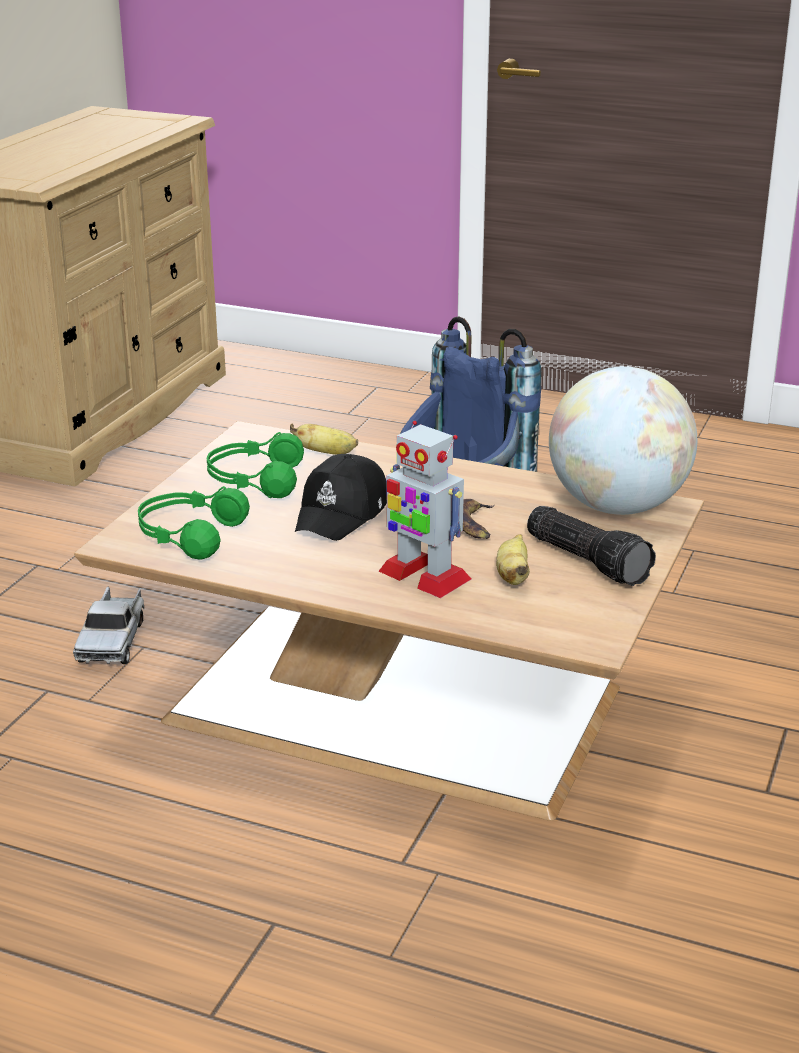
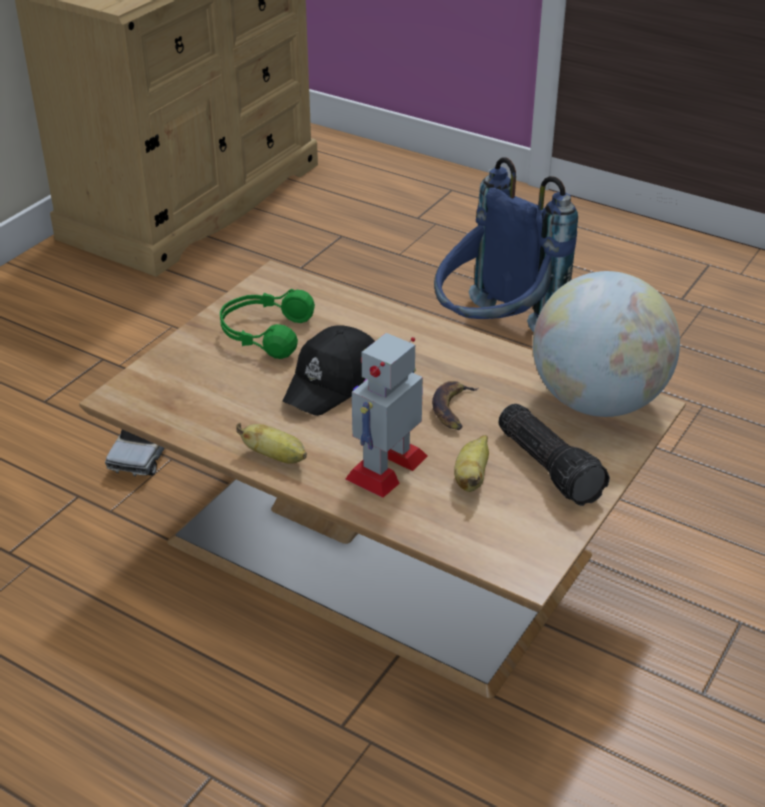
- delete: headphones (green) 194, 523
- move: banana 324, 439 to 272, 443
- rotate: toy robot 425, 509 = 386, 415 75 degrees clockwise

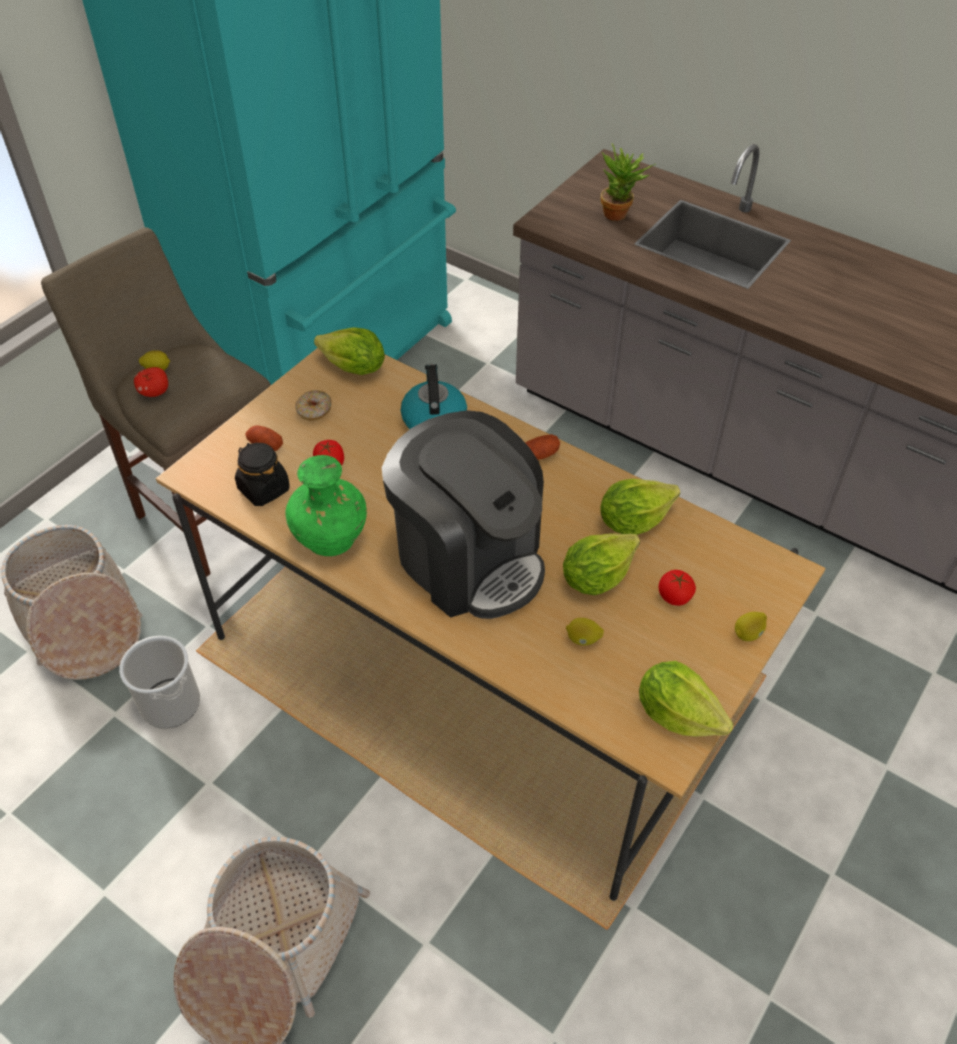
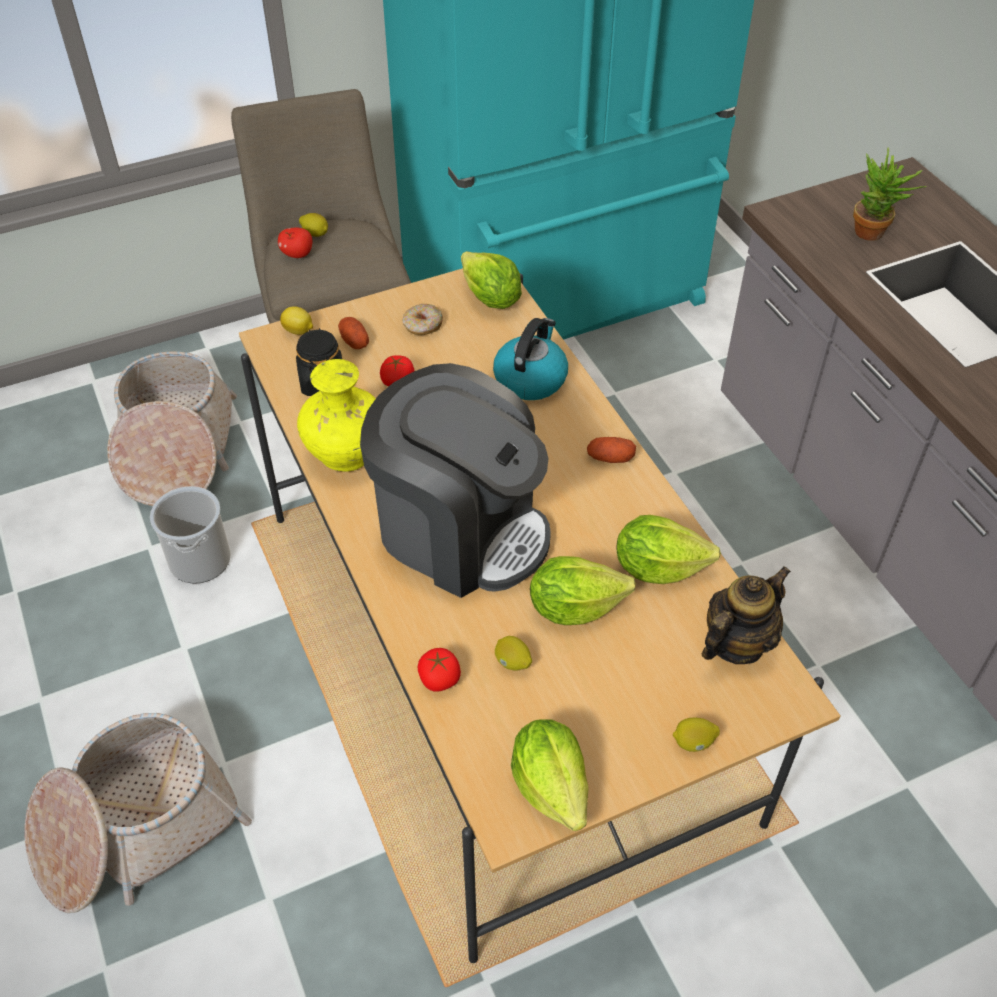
- recolor: vase (green) 326, 505 to vase (yellow) 336, 415
- rotate: coffee machine 463, 514 = 455, 480 45 degrees counterclockwise
- move: tomato 677, 588 to 439, 670
- insert: lemon 296, 320
- insert: teapot 746, 615

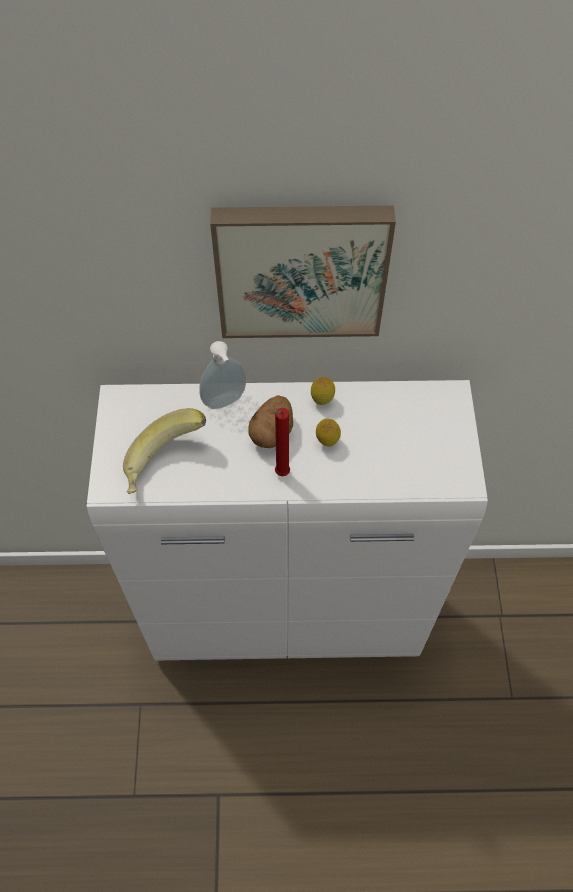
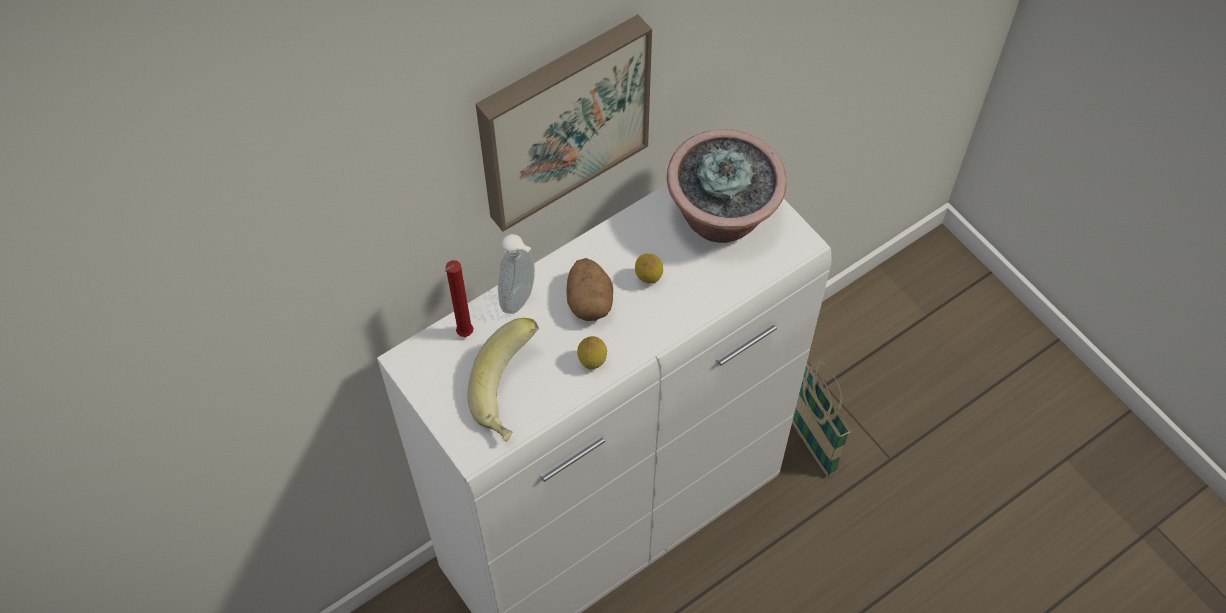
- move: candle (red) 280, 442 to 459, 298
- move: lemon 323, 391 to 592, 352
- insert: potted plant 727, 186
- insert: basket 821, 419

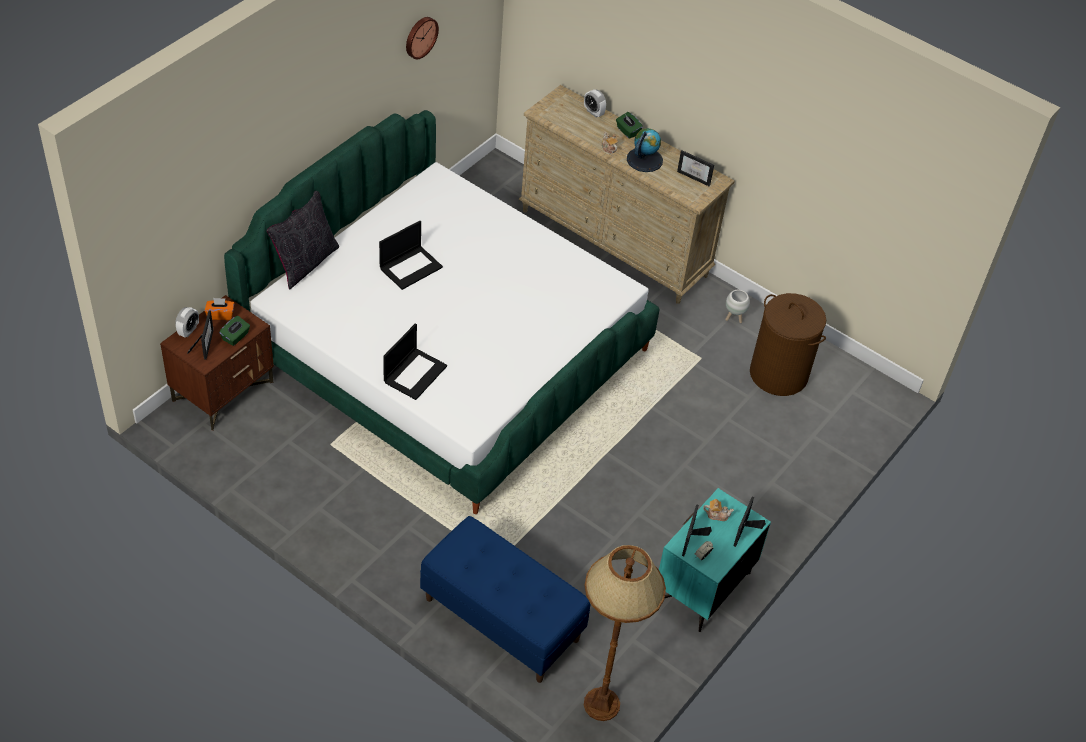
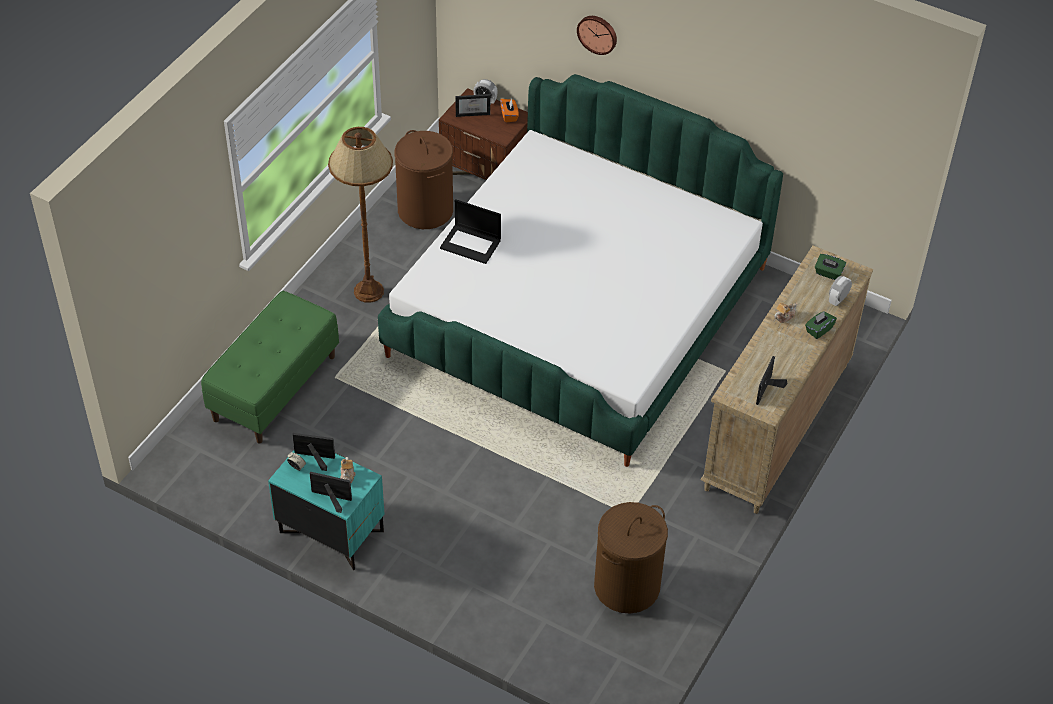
- move: tissue box (green) 234, 331 to 830, 267
- delete: pillow (black) 303, 240
- delete: laptop 411, 255
- move: wall clock 422, 38 to 597, 35
- recolor: bench (blue) 505, 599 to bench (green) 270, 367
- move: floor lamp (brown) 625, 633 to 360, 215
- delete: globe 645, 150
- delete: planter (white) 737, 306
- insert: laundry basket (brown) 424, 179

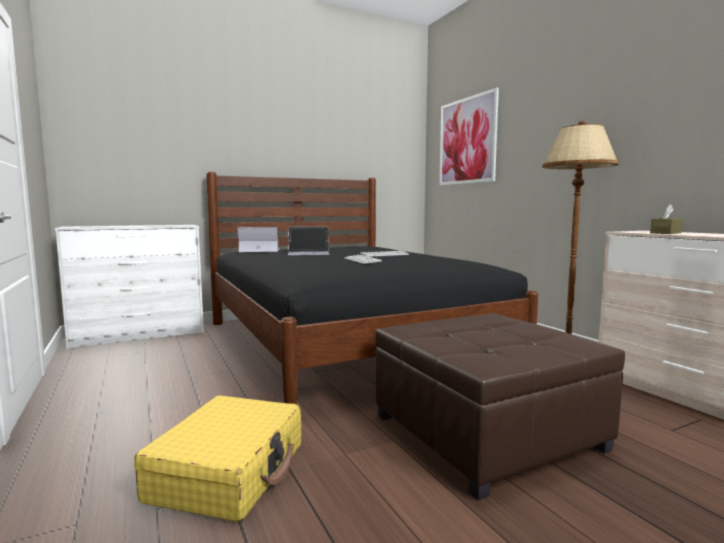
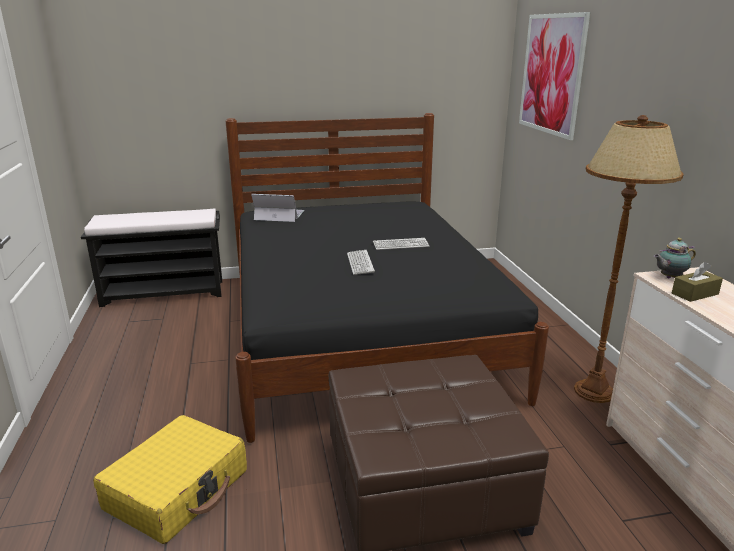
- replace: dresser (white) 129, 287 to bench (black) 151, 258
- delete: laptop 309, 241
- insert: teapot 675, 258

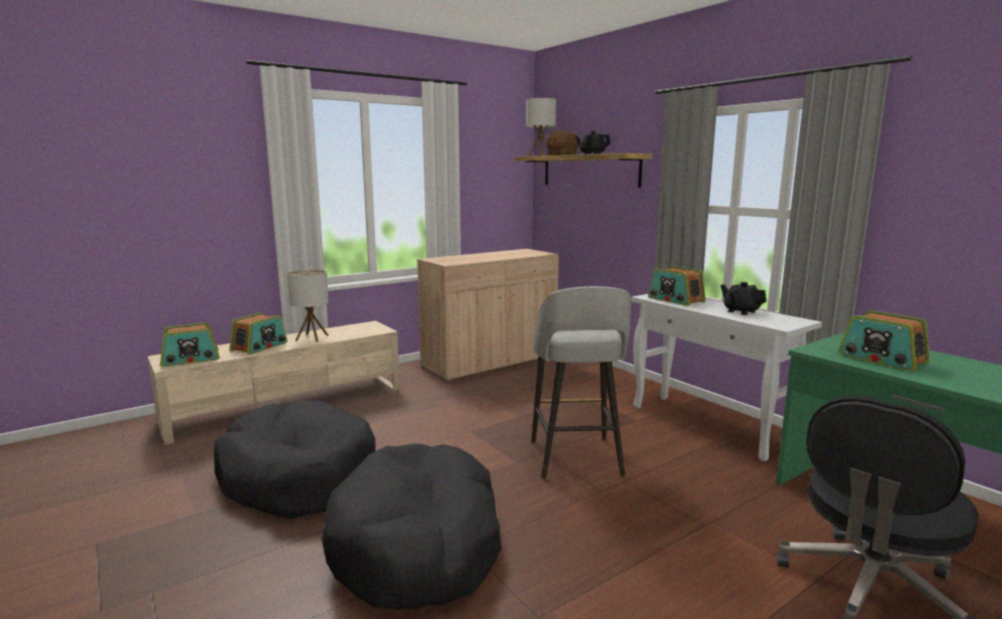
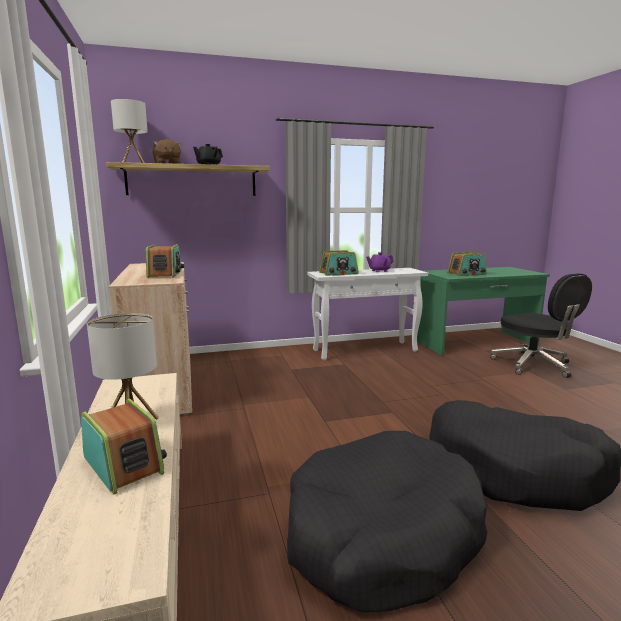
- move: radio 190, 345 to 165, 261
- delete: stool (grey) 581, 382
- recolor: teapot (black) 743, 298 to teapot (purple) 380, 262

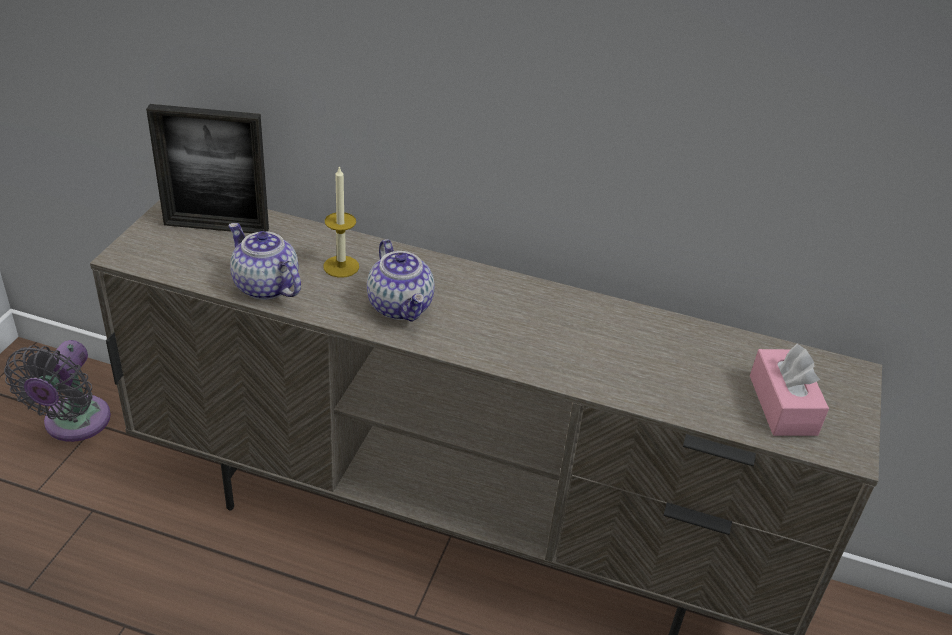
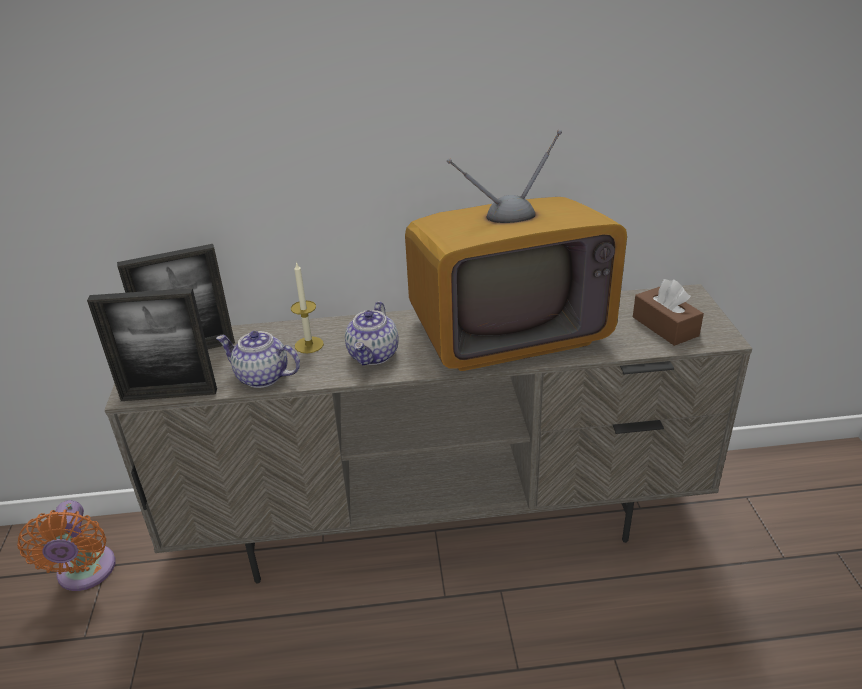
- recolor: fan (grey) 57, 391 to fan (orange) 66, 545
- rotate: teapot 401, 280 = 372, 333 60 degrees clockwise
- recolor: tissue box (pink) 789, 390 to tissue box (brown) 668, 312
- insert: picture frame 152, 344
- insert: television 516, 250

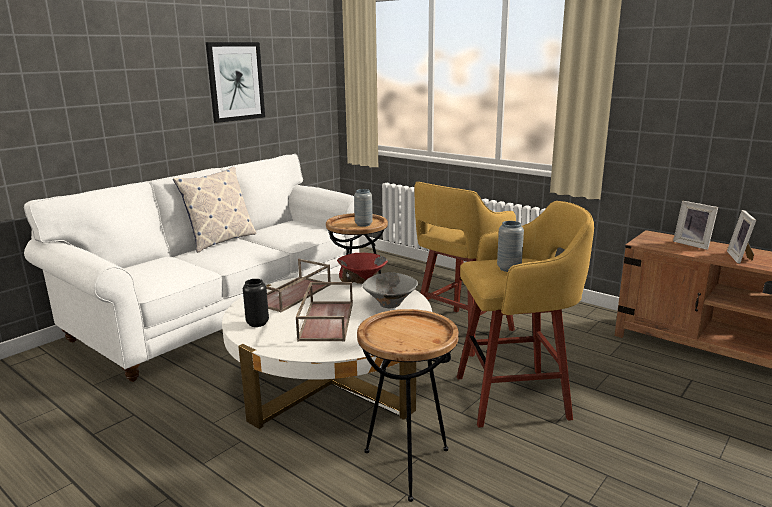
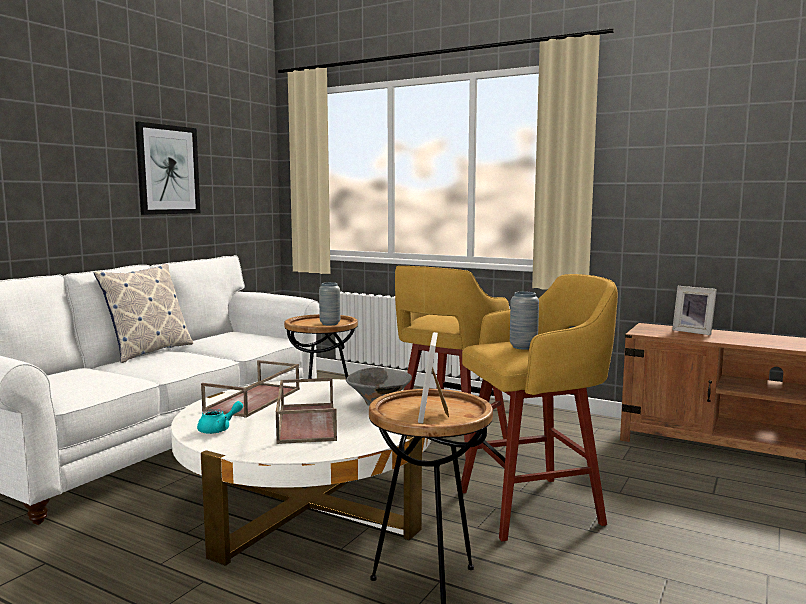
- replace: vase (black) 256, 303 to teapot (turquoise) 220, 417
- delete: bowl (red) 362, 268
- move: picture frame 741, 237 to 433, 378

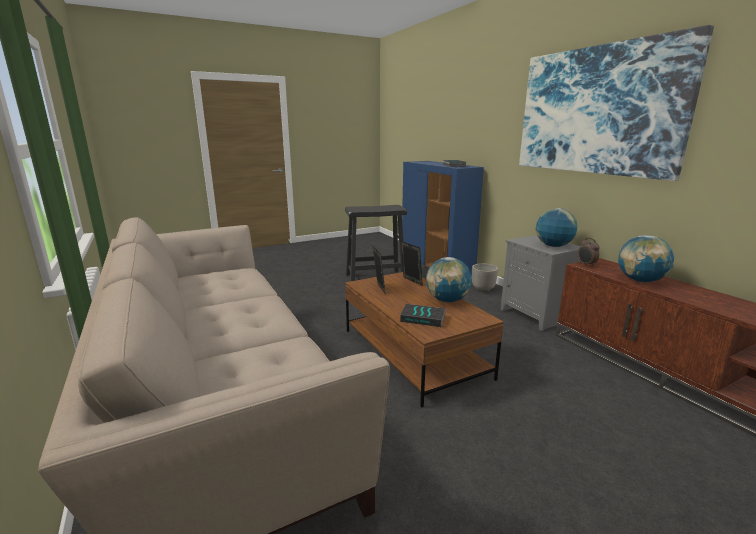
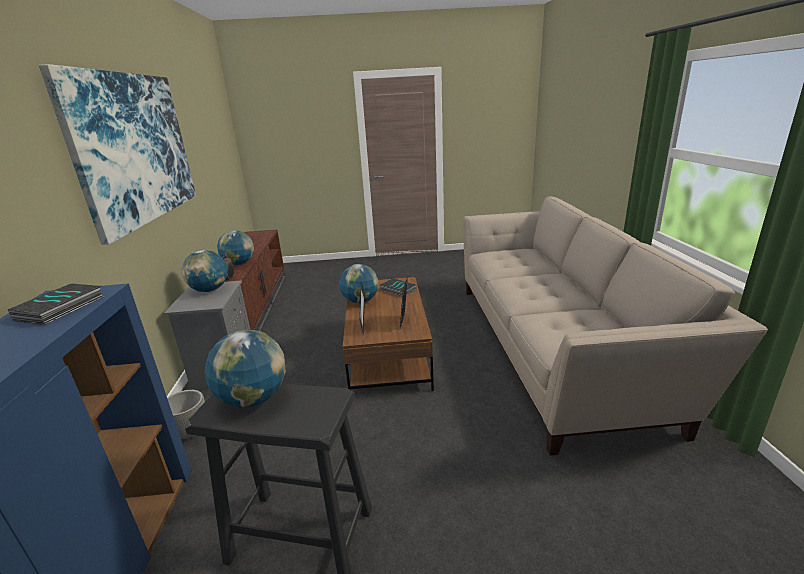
- insert: globe 245, 369

